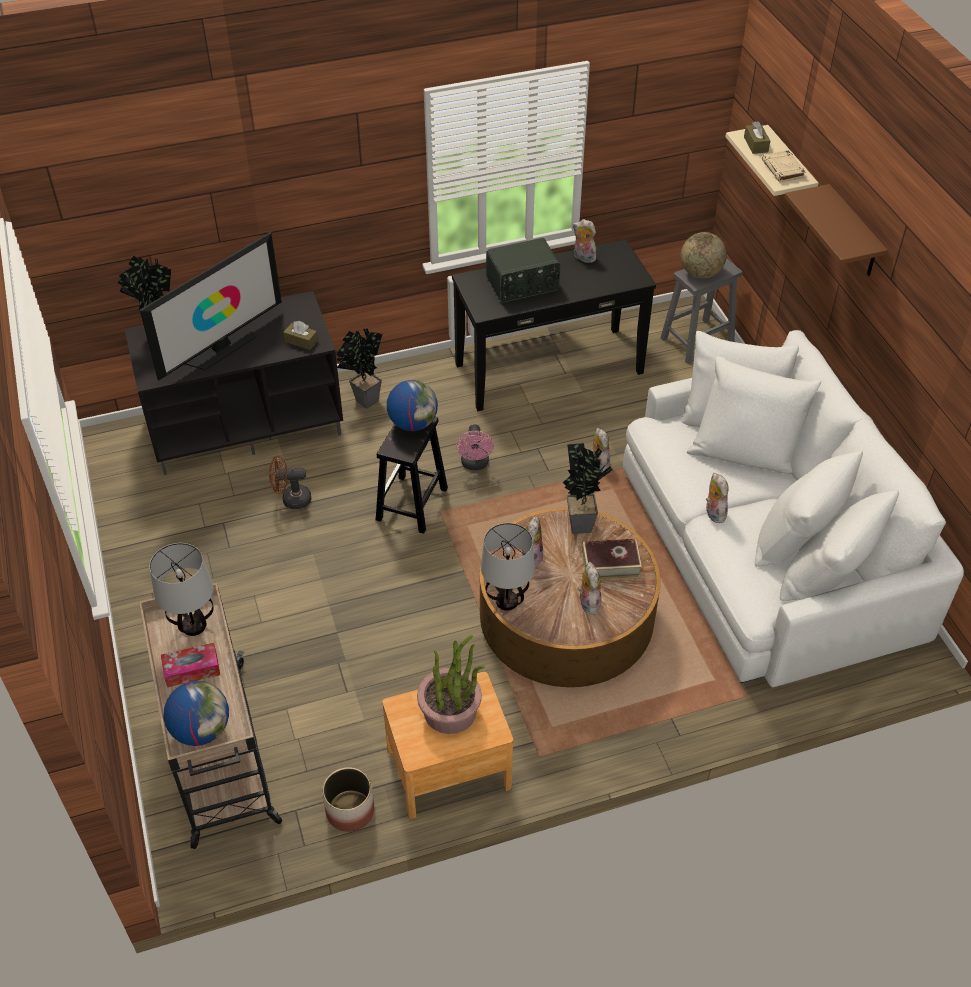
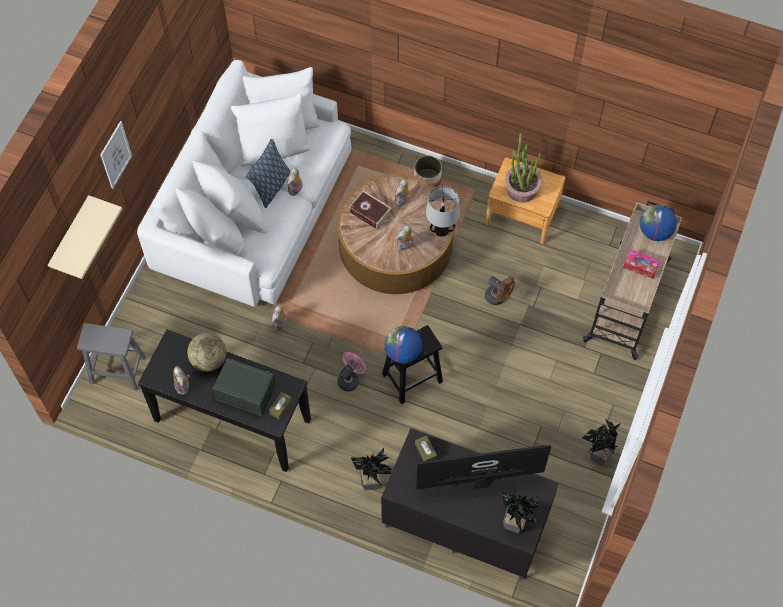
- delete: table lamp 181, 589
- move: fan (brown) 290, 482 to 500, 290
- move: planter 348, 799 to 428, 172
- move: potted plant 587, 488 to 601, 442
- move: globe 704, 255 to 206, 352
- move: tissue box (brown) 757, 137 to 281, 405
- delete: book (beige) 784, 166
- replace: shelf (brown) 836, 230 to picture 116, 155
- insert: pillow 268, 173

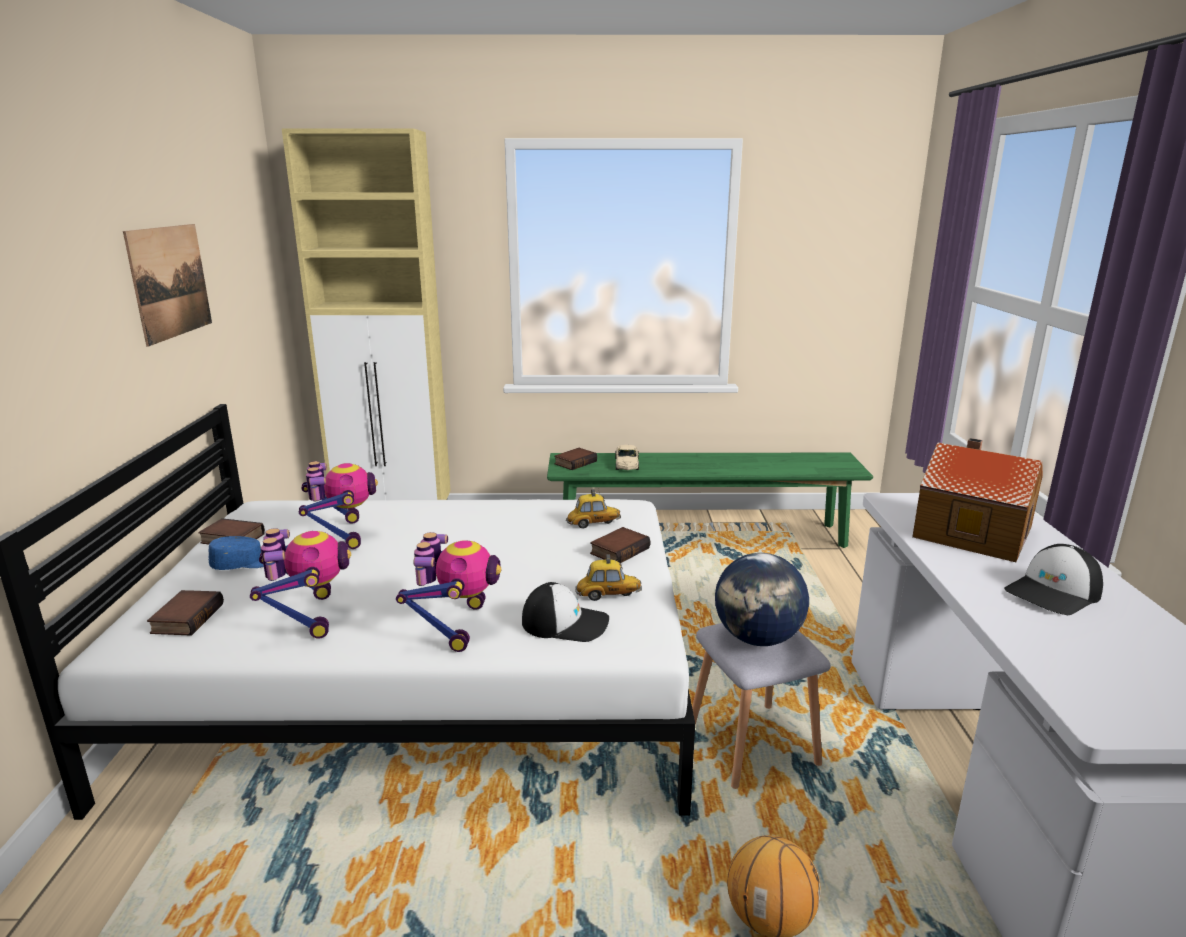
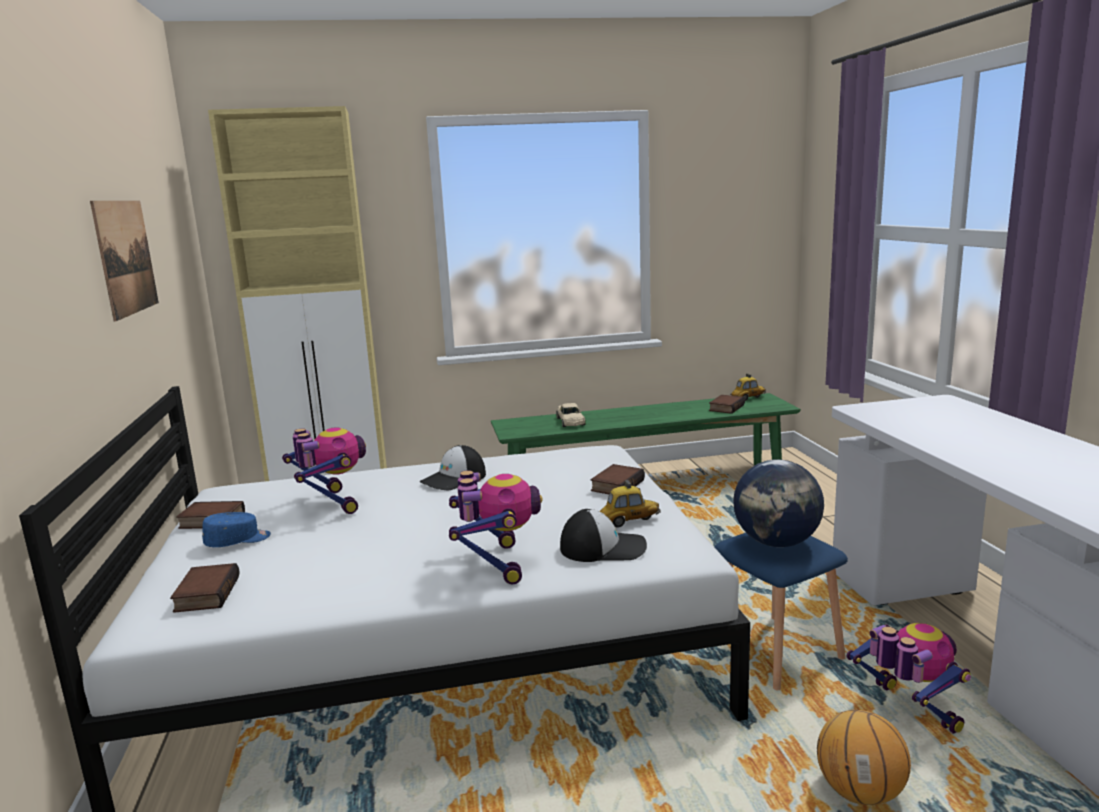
- move: toy robot 300, 583 to 908, 678
- move: book 575, 459 to 727, 404
- move: toy car 593, 508 to 748, 387
- recolor: stool (grey) 761, 706 to stool (blue) 781, 611
- delete: toy house 977, 500
- move: cap 1053, 579 to 453, 468

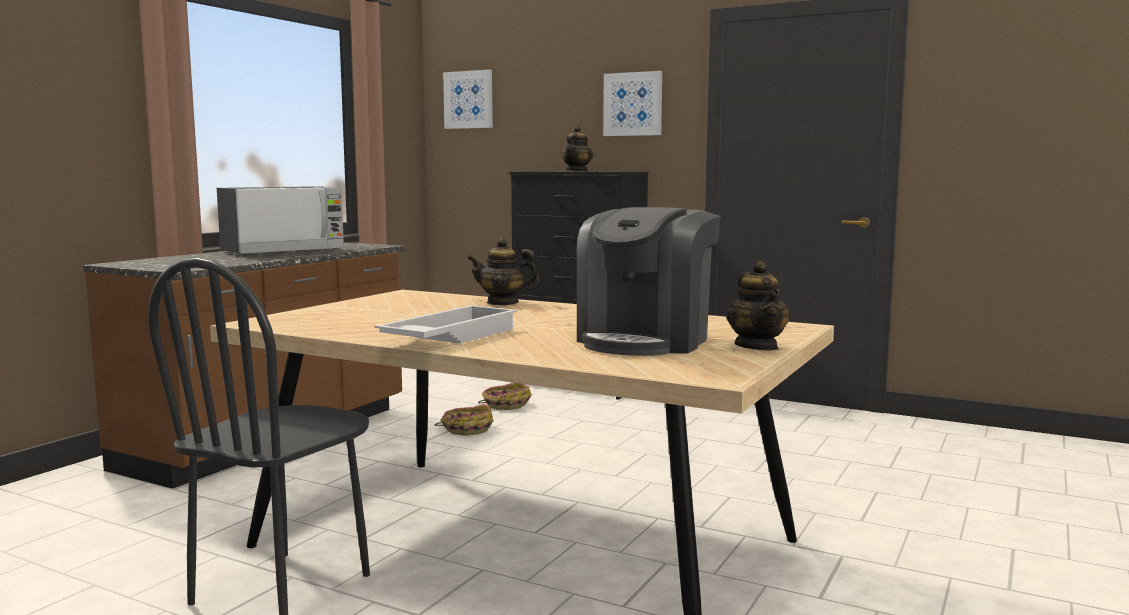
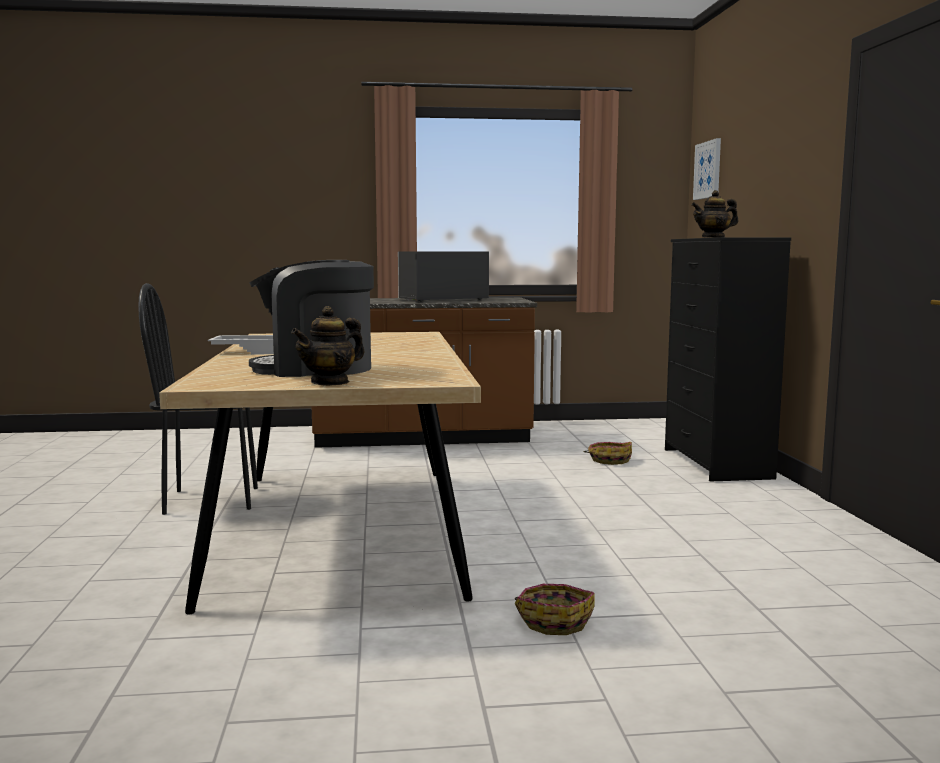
- rotate: microwave 280, 220 = 443, 276 135 degrees clockwise
- move: basket 464, 420 to 555, 609
- delete: teapot 503, 271
- delete: picture 632, 103

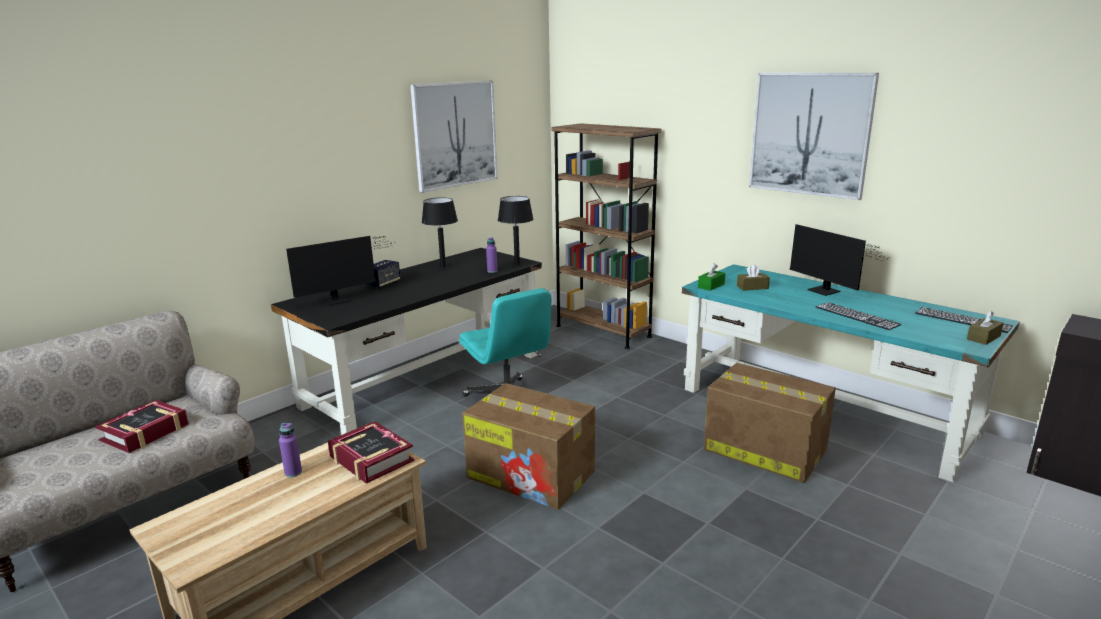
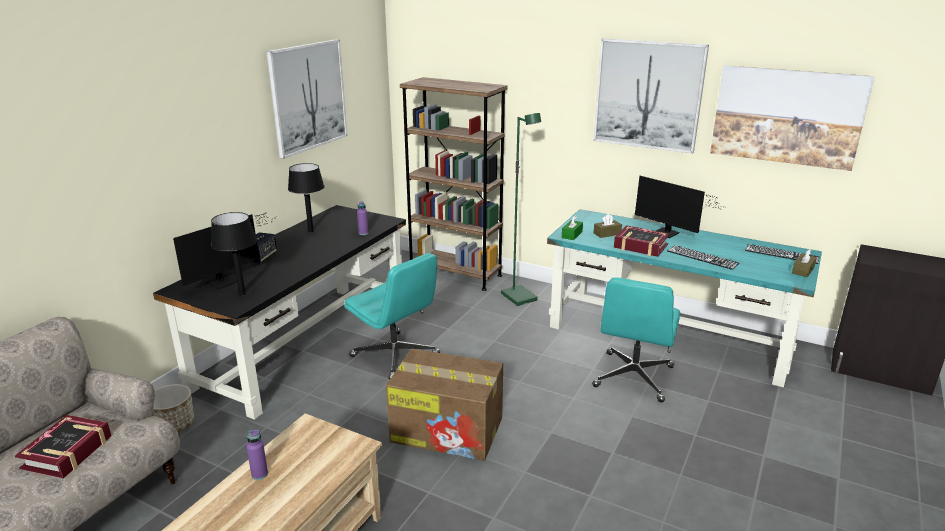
- move: book 371, 452 to 641, 241
- move: table lamp (black) 515, 231 to 234, 253
- replace: cardboard box 770, 423 to office chair (turquoise) 636, 339
- insert: planter 173, 408
- insert: floor lamp (green) 521, 209
- insert: picture 792, 118

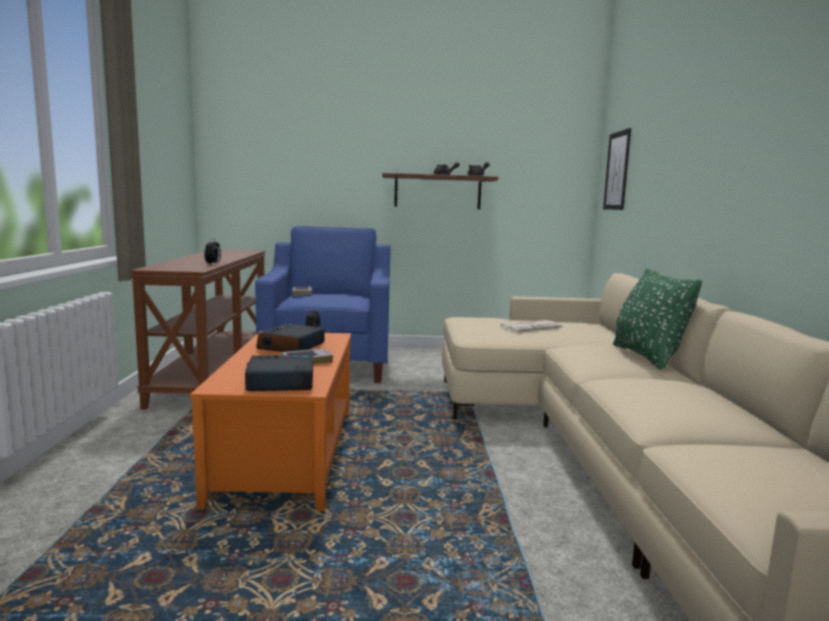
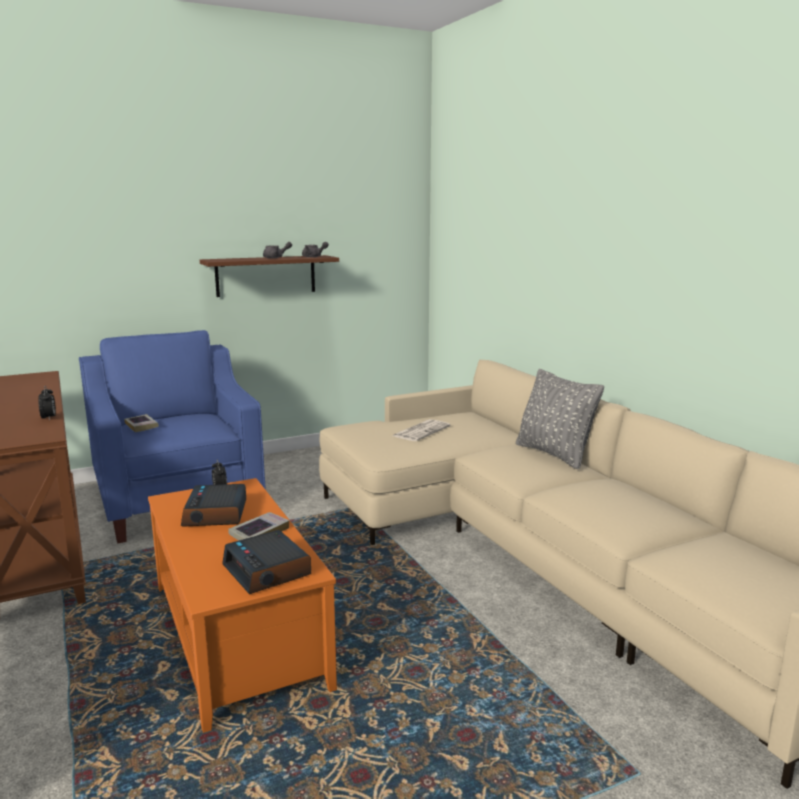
- rotate: alarm clock 279, 373 = 266, 562 90 degrees counterclockwise
- delete: picture 617, 169
- recolor: pillow (green) 657, 319 to pillow (grey) 560, 419

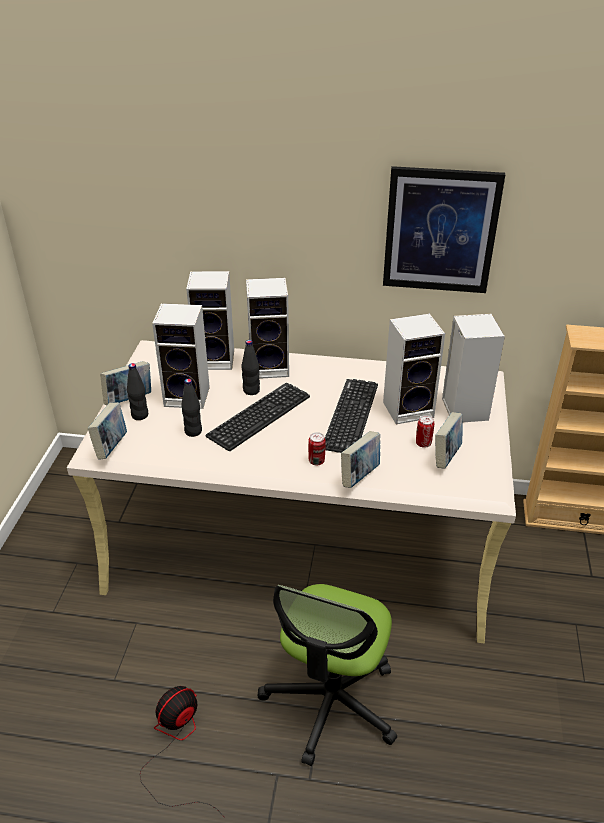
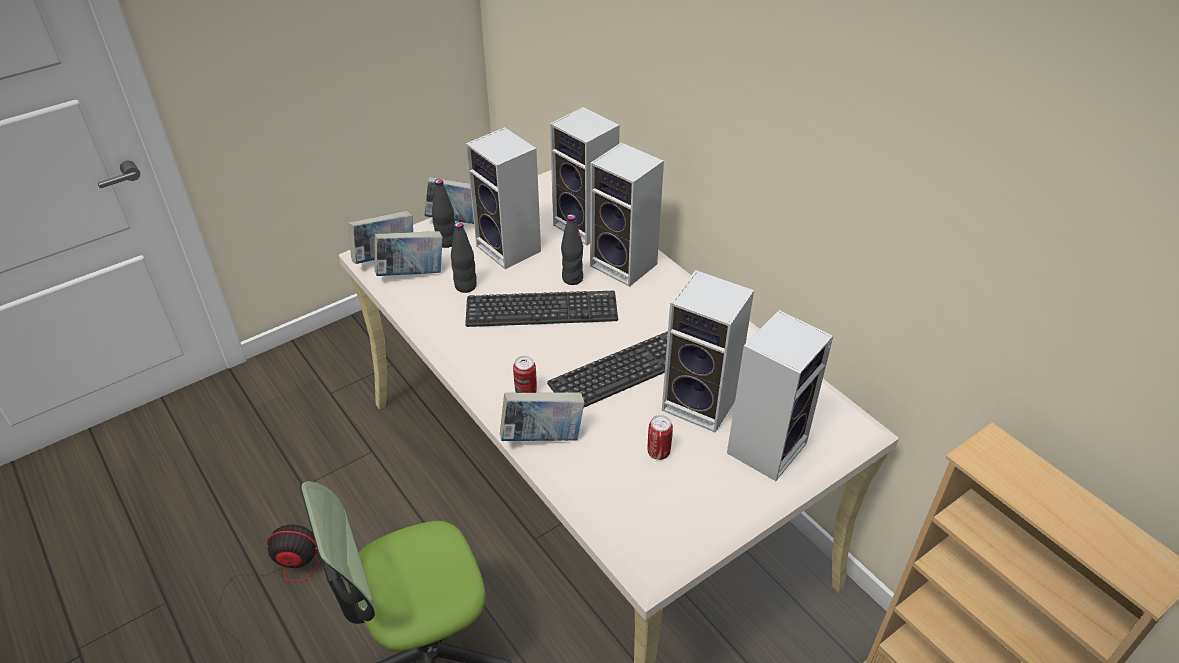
- delete: picture 444, 229
- move: book 449, 440 to 409, 253

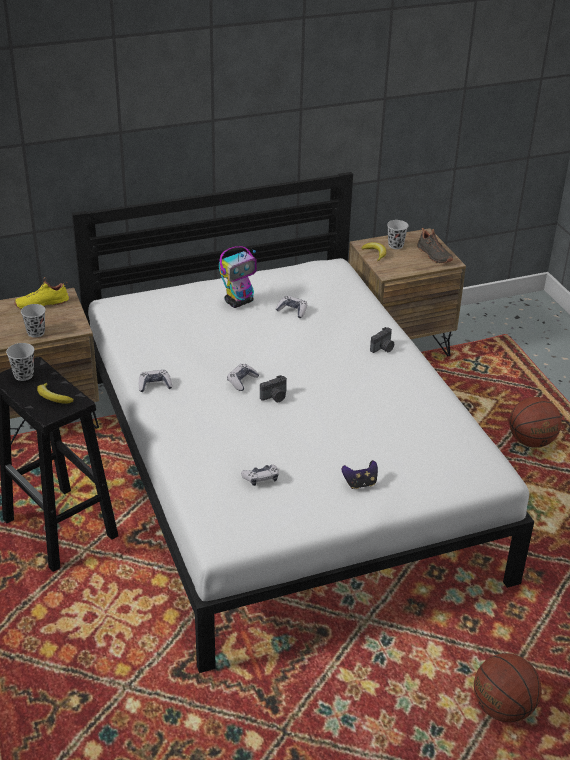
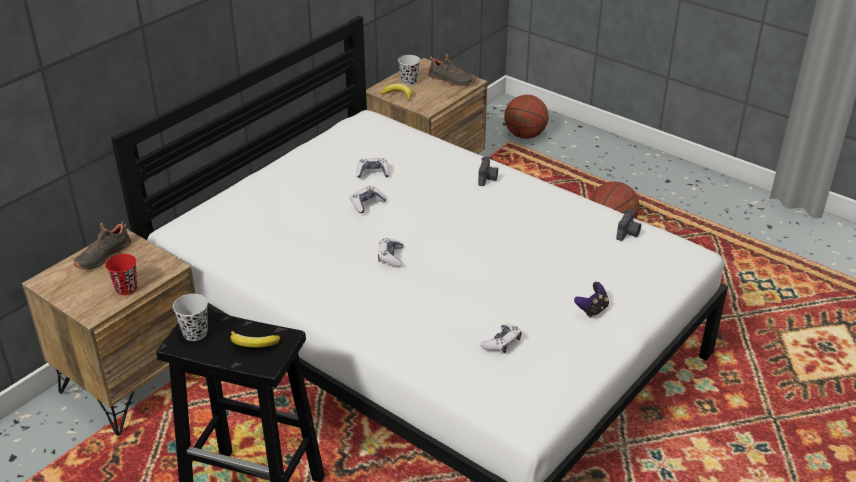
- recolor: shoe (yellow) 41, 293 to shoe (black) 102, 245
- recolor: cup (black) 33, 321 to cup (red) 121, 274
- move: game controller 155, 381 to 368, 199
- delete: toy robot 238, 277
- move: photo camera 273, 388 to 628, 225
- move: basketball 508, 687 to 526, 117

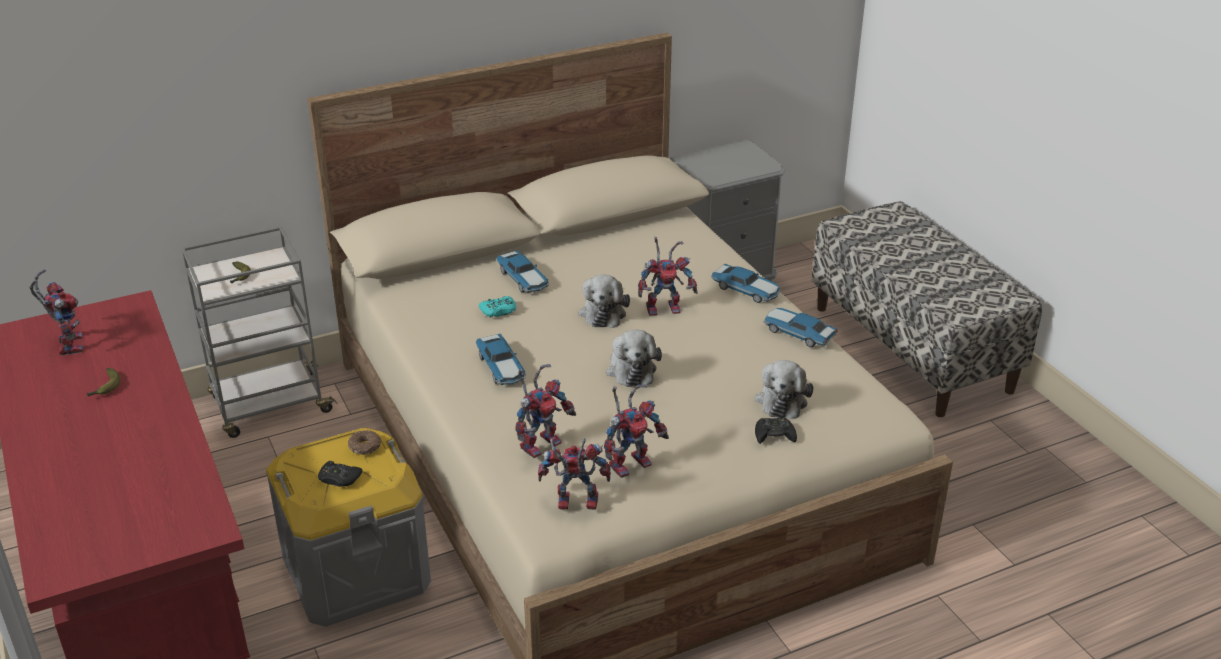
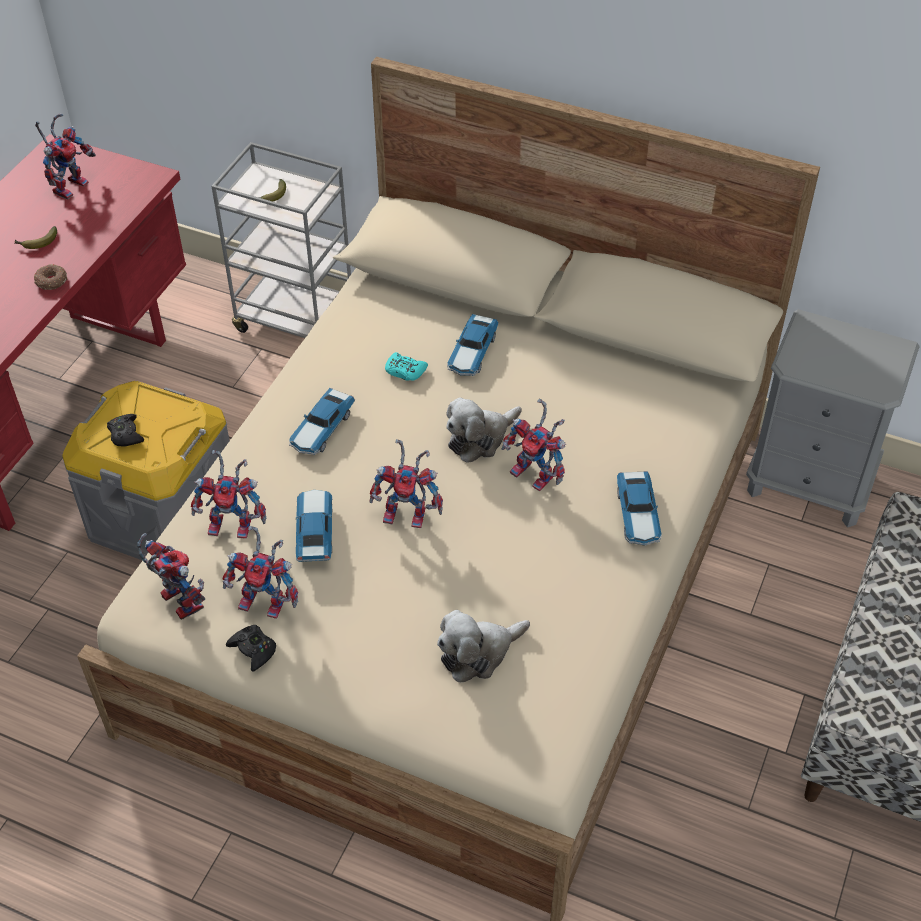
- move: donut 364, 442 to 50, 277
- replace: plush toy 634, 358 to toy robot 406, 483
- move: game controller (black) 776, 430 to 251, 648
- move: toy car 800, 327 to 314, 526

